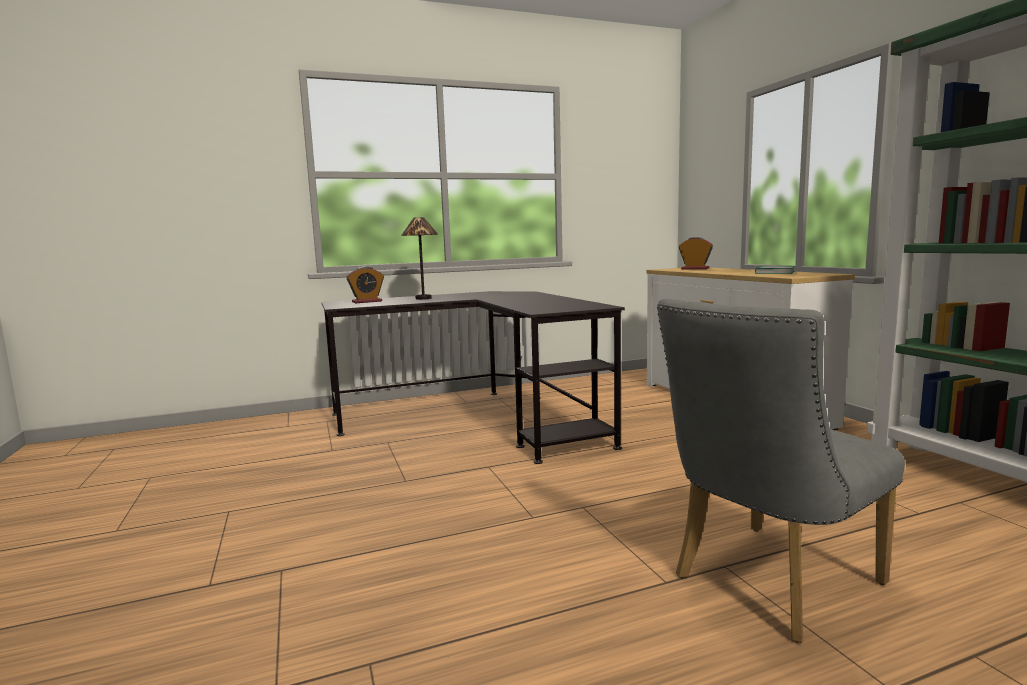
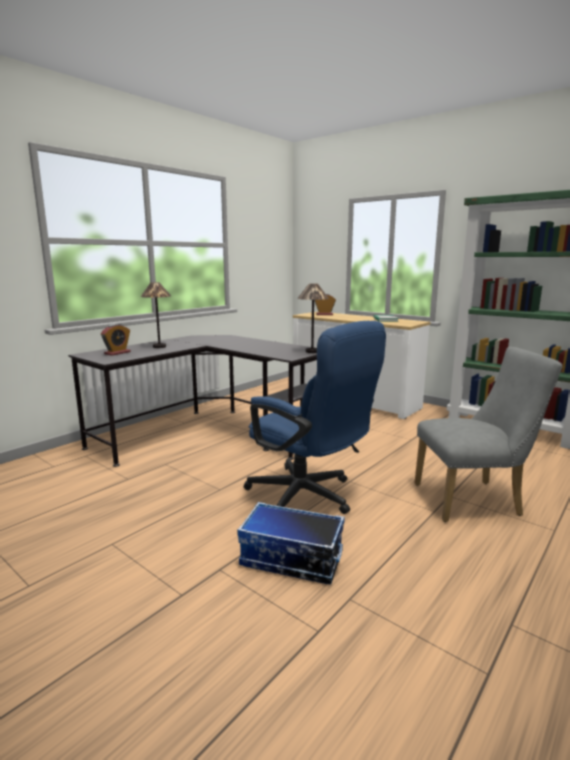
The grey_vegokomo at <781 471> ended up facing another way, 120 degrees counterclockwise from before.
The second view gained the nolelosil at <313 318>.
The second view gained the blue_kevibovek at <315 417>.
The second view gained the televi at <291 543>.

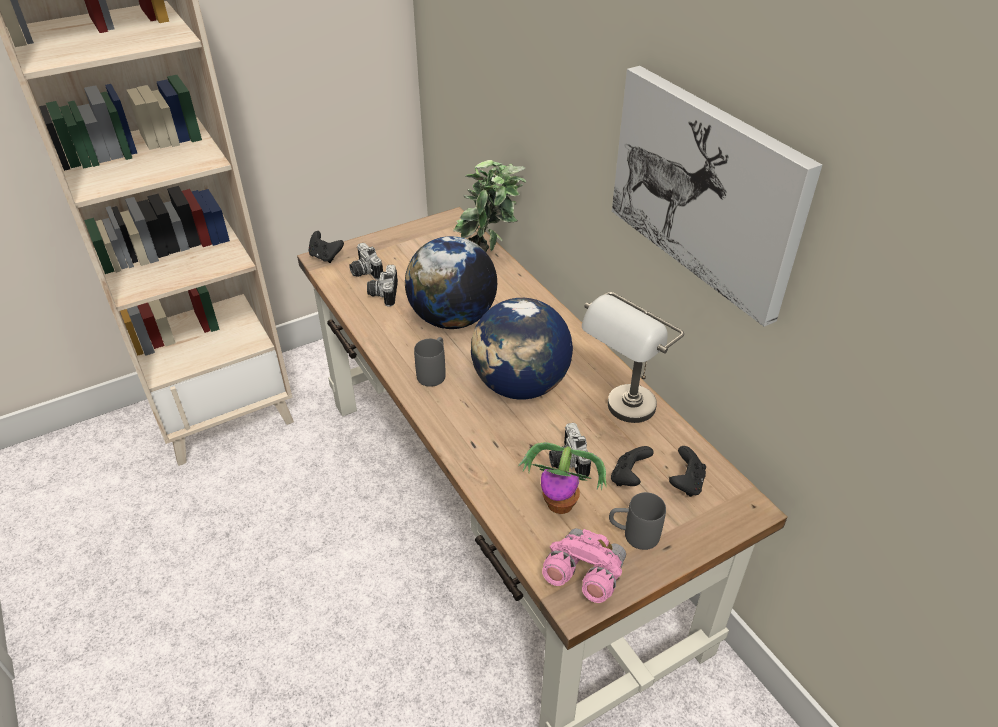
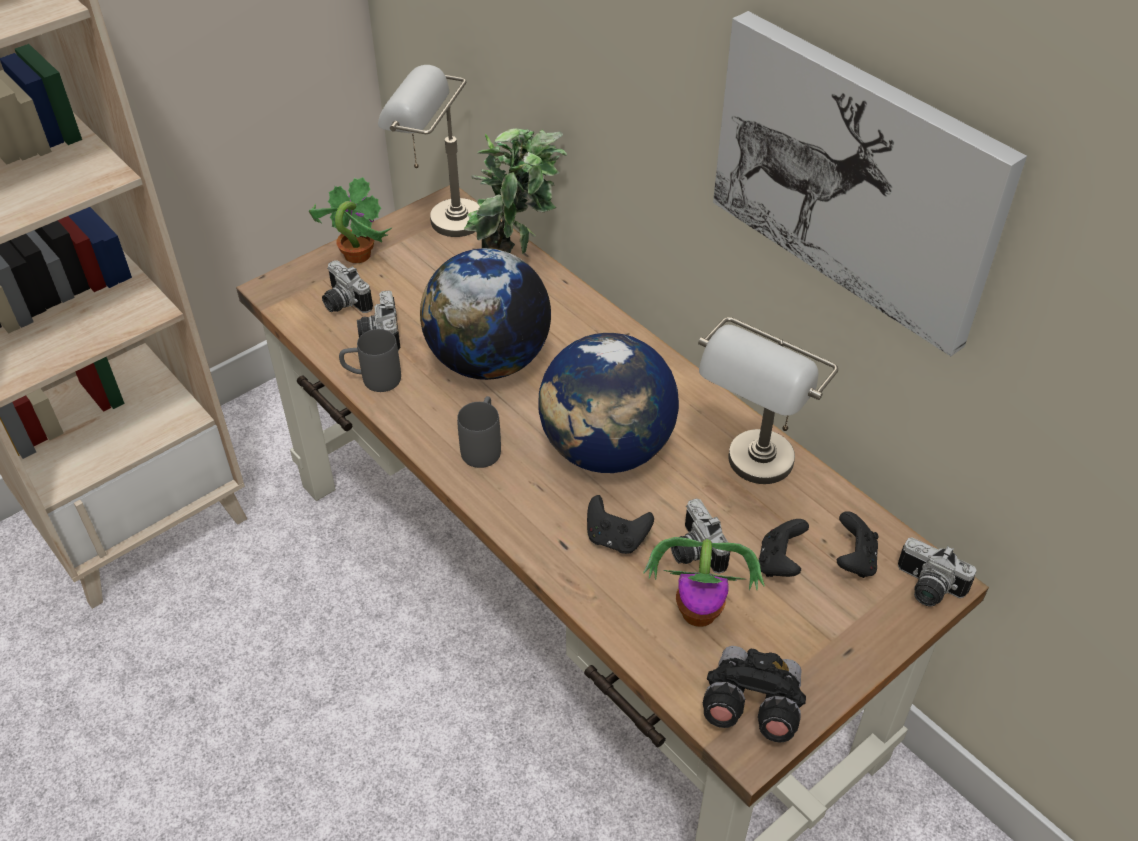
The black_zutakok ended up elsewhere, having gone from <326 247> to <620 524>.
The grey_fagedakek ended up elsewhere, having gone from <637 521> to <370 360>.
What was the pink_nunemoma at <584 565> turned into the black_nunemoma at <754 694>.
The second view gained the grey_nolelosil at <429 151>.
The second view gained the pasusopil at <351 220>.
The second view gained the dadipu at <937 571>.

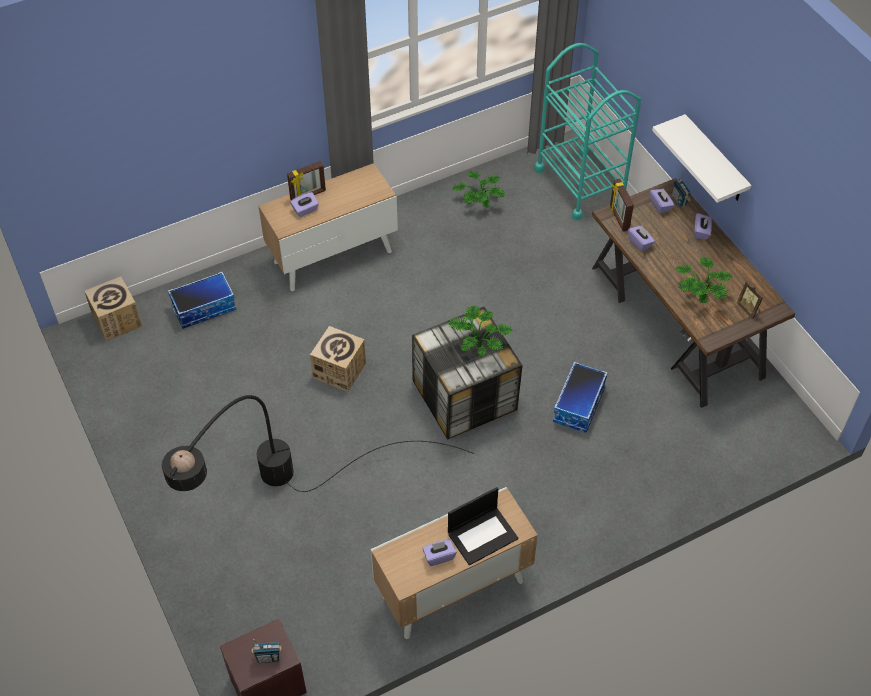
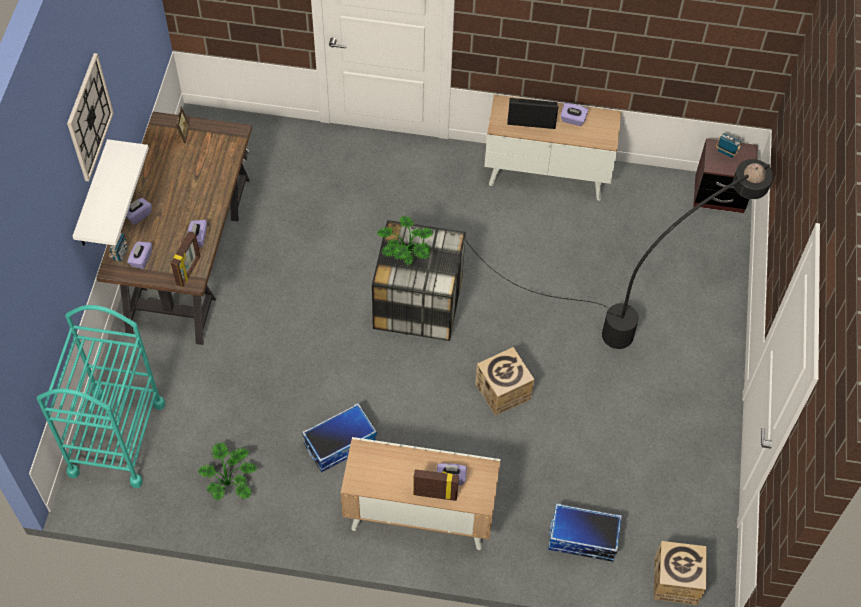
The second view lost the pasusopil at <704 280>.
The televi ended up elsewhere, having gone from <580 397> to <339 437>.
The second view gained the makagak at <90 117>.

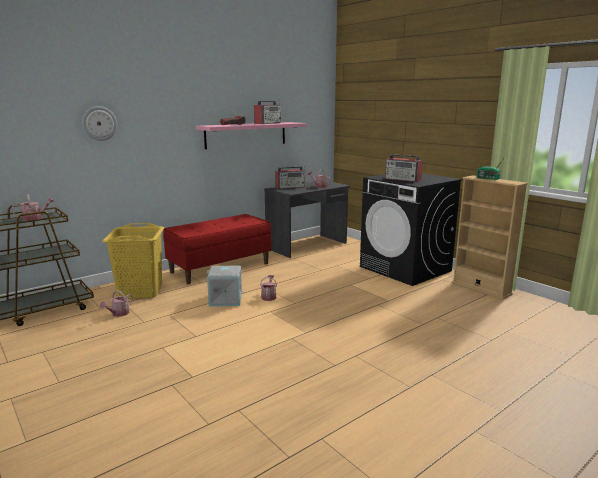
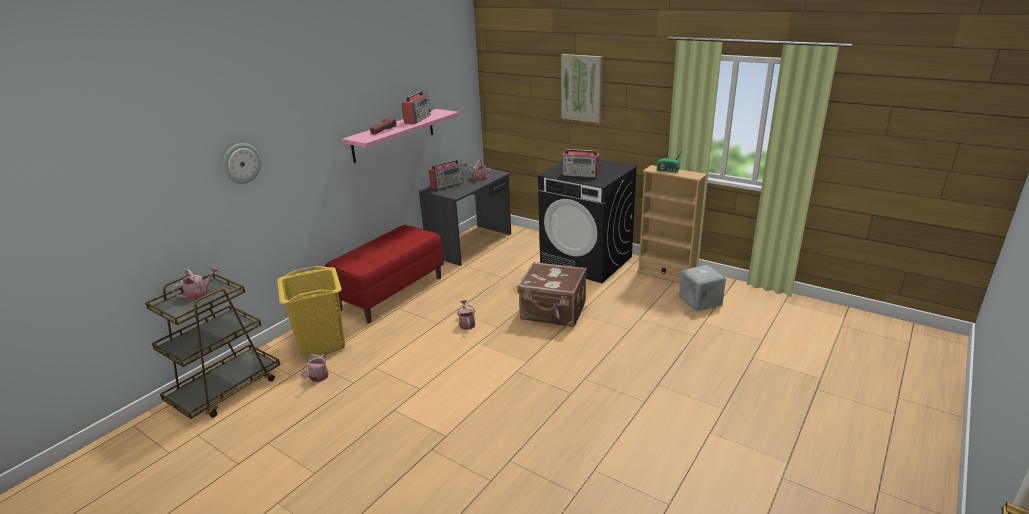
The grey_televi ended up elsewhere, having gone from <224 286> to <702 288>.
The second view gained the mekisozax at <582 88>.
The second view gained the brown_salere at <552 294>.

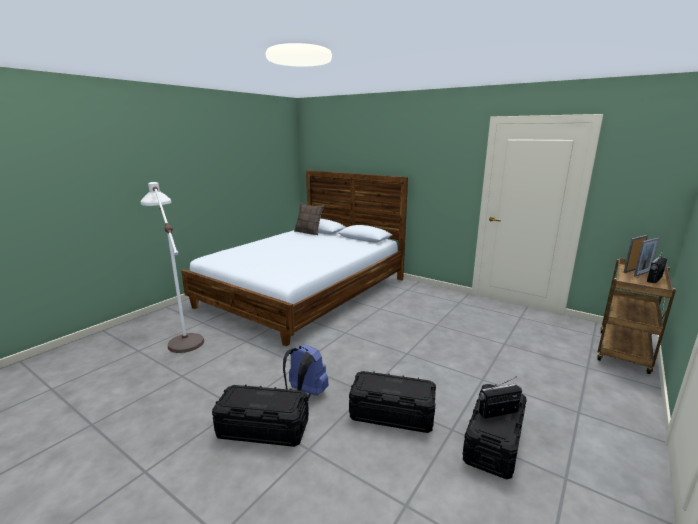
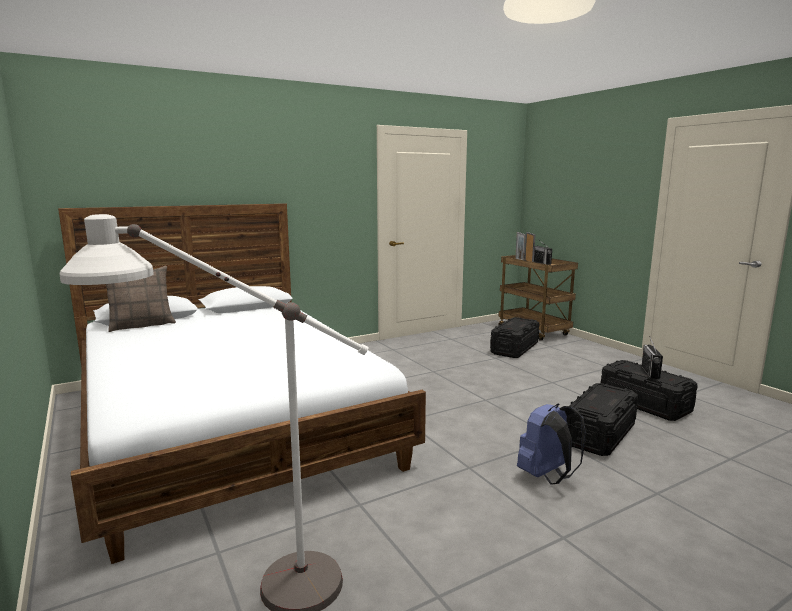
The black_televi ended up elsewhere, having gone from <260 415> to <514 337>.

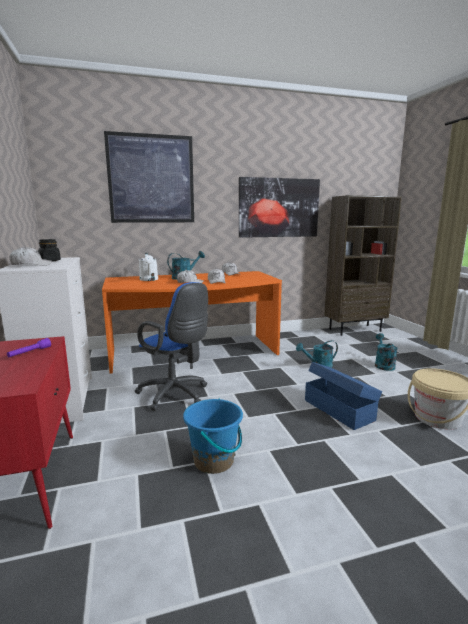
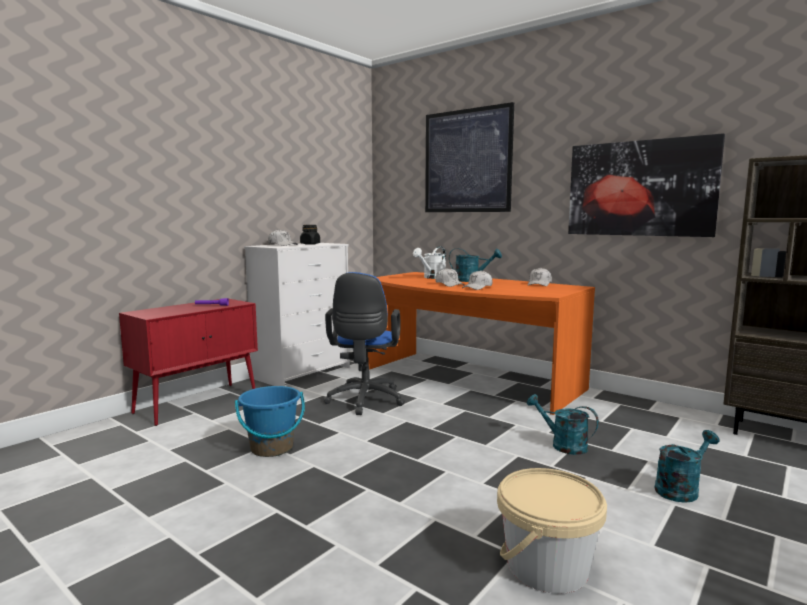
The second view lost the blue_televi at <343 396>.

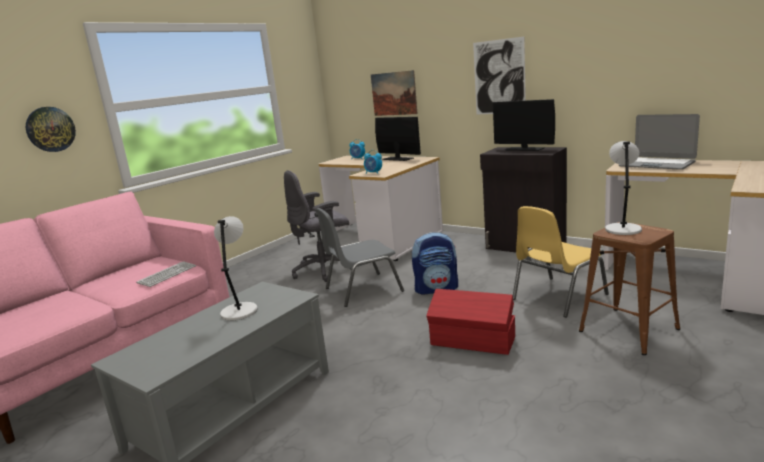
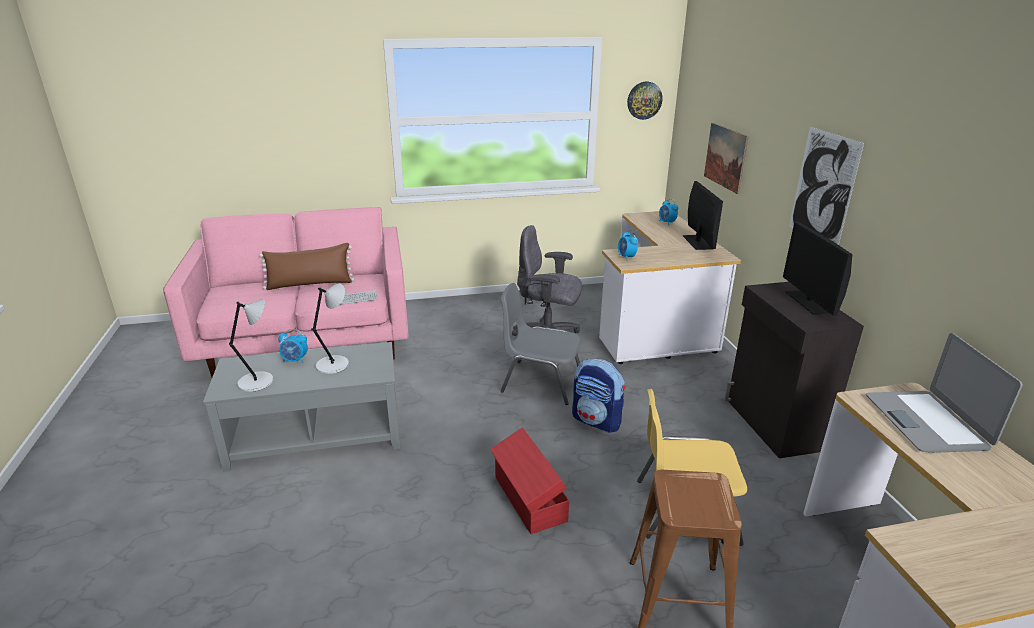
The makagak ended up elsewhere, having gone from <51 129> to <644 101>.
The grey_nolelosil ended up elsewhere, having gone from <623 188> to <251 345>.
The second view gained the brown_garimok at <307 266>.
The second view gained the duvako at <293 346>.

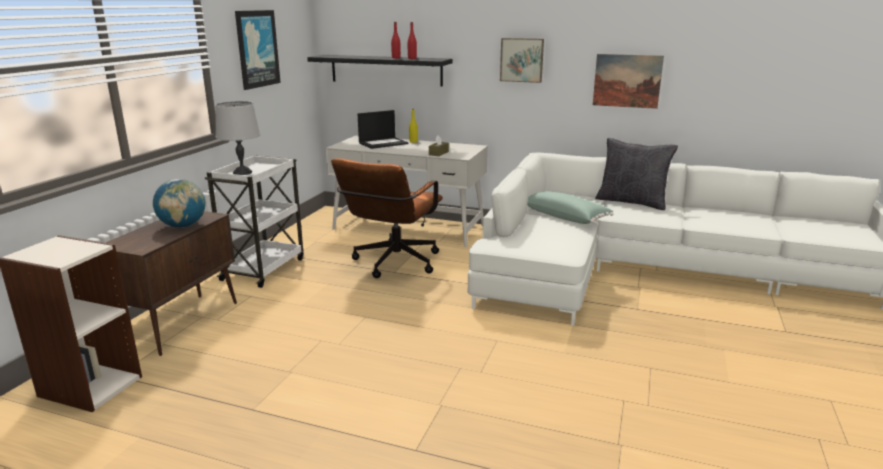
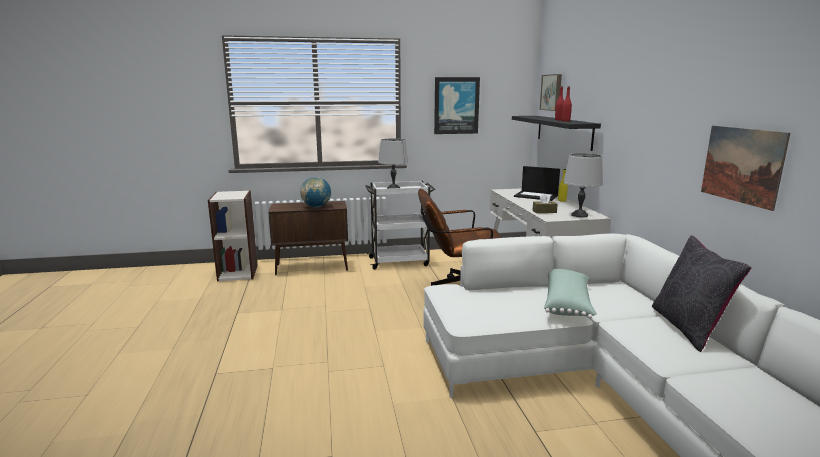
The mekisozax ended up elsewhere, having gone from <522 60> to <551 92>.
The second view gained the grey_nolelosil at <583 185>.

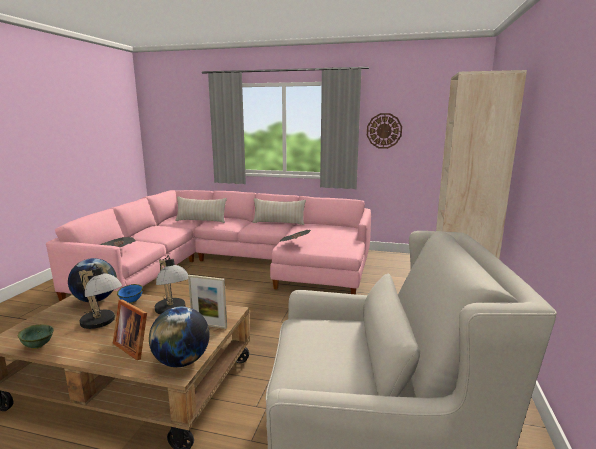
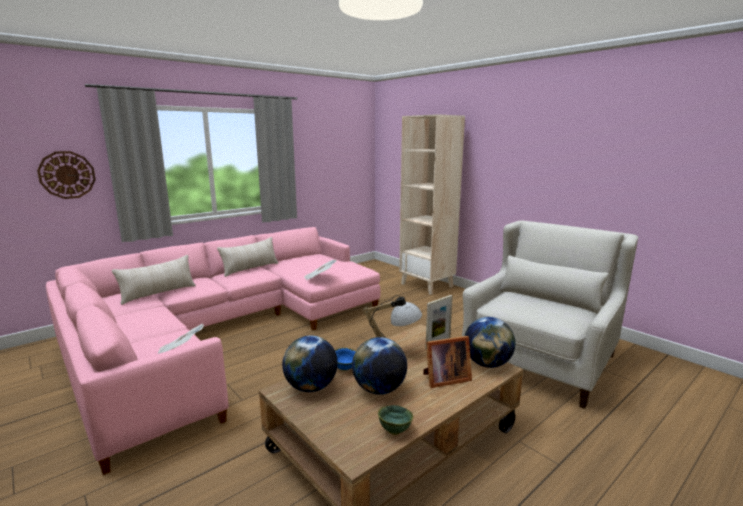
The makagak ended up elsewhere, having gone from <384 131> to <66 175>.
Where the nolelosil stood at <100 296>, the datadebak came to stand at <379 366>.

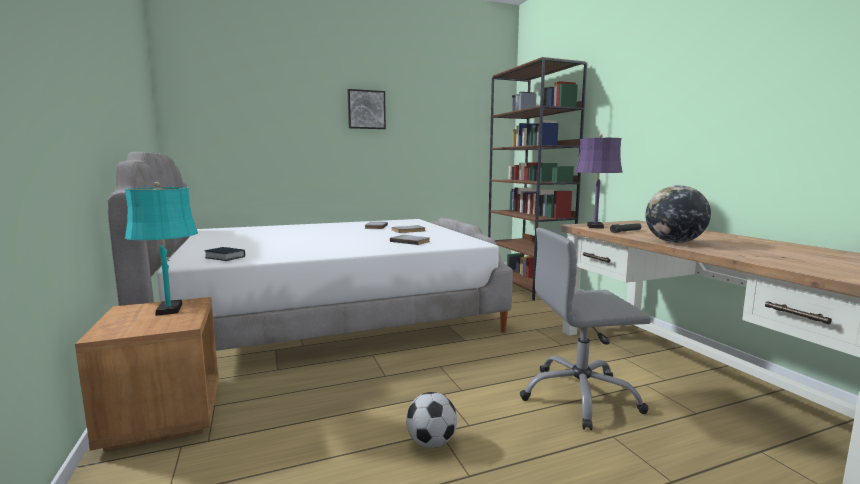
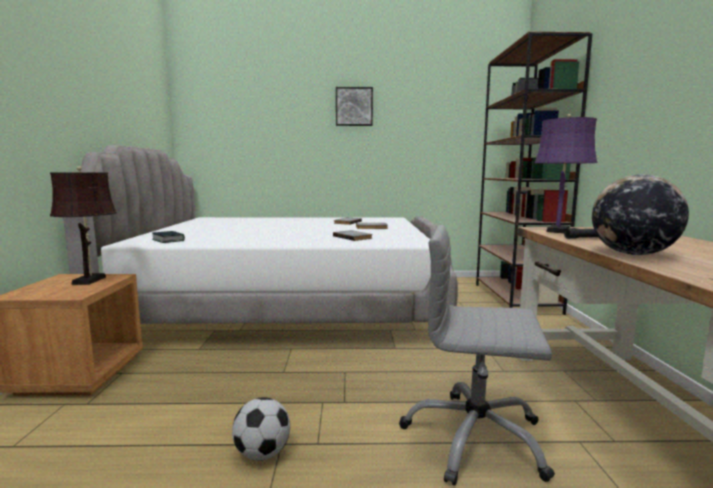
What was the turquoise_nolelosil at <161 249> turned into the brown_nolelosil at <83 225>.

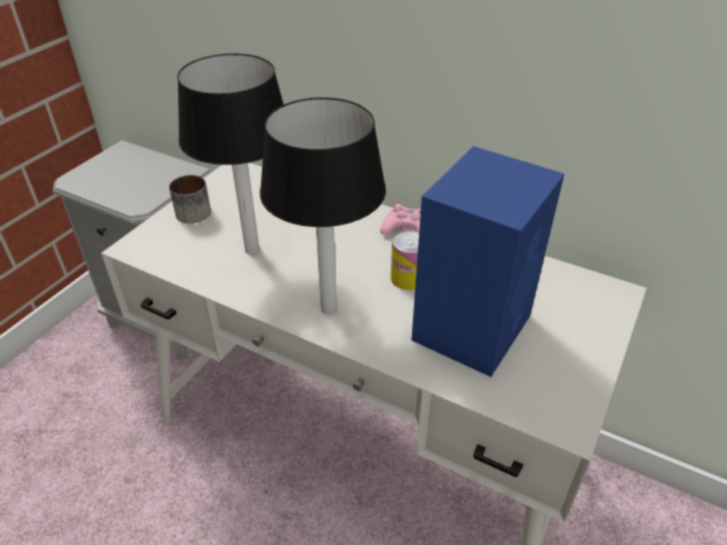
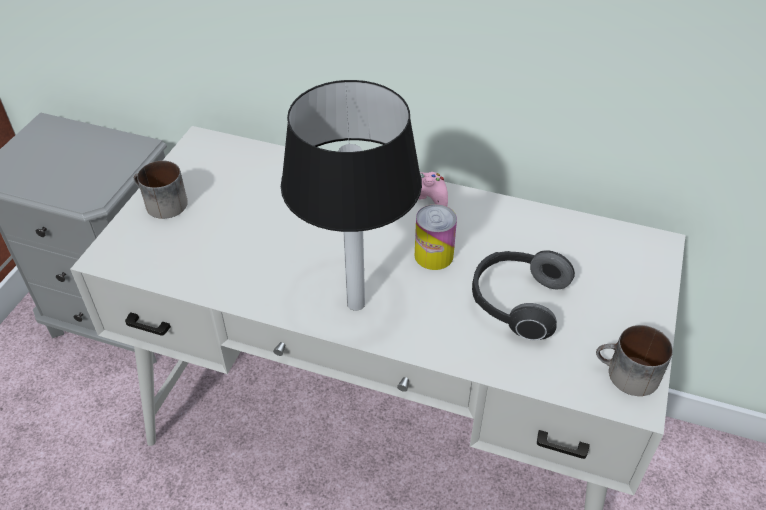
The second view lost the nolelosil at <230 154>.
Where the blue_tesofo stood at <488 261>, the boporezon came to stand at <523 295>.
The second view gained the fagedakek at <634 360>.

